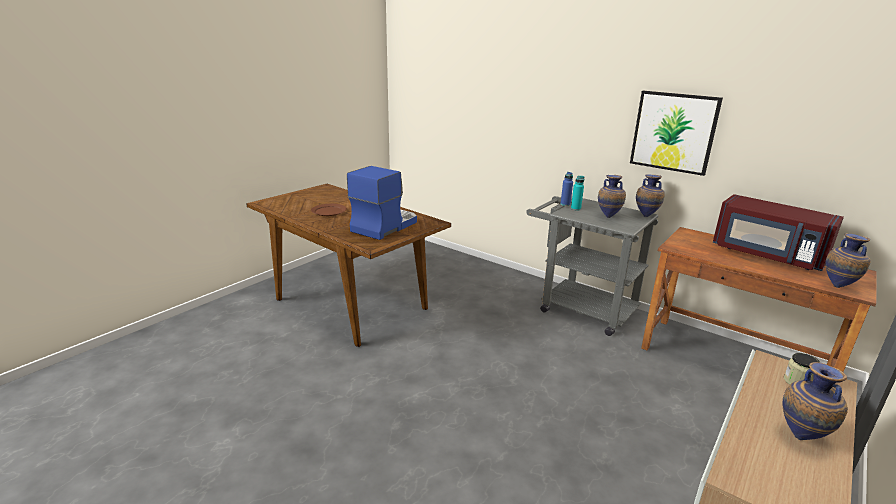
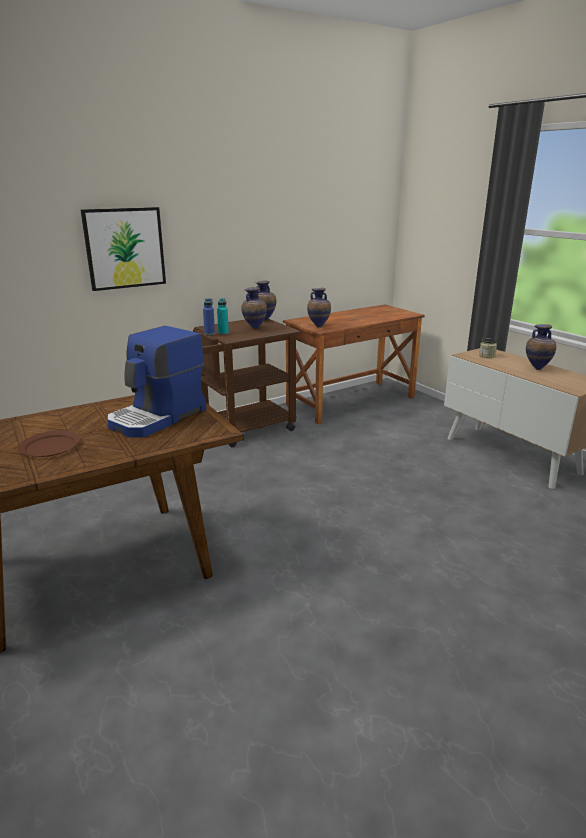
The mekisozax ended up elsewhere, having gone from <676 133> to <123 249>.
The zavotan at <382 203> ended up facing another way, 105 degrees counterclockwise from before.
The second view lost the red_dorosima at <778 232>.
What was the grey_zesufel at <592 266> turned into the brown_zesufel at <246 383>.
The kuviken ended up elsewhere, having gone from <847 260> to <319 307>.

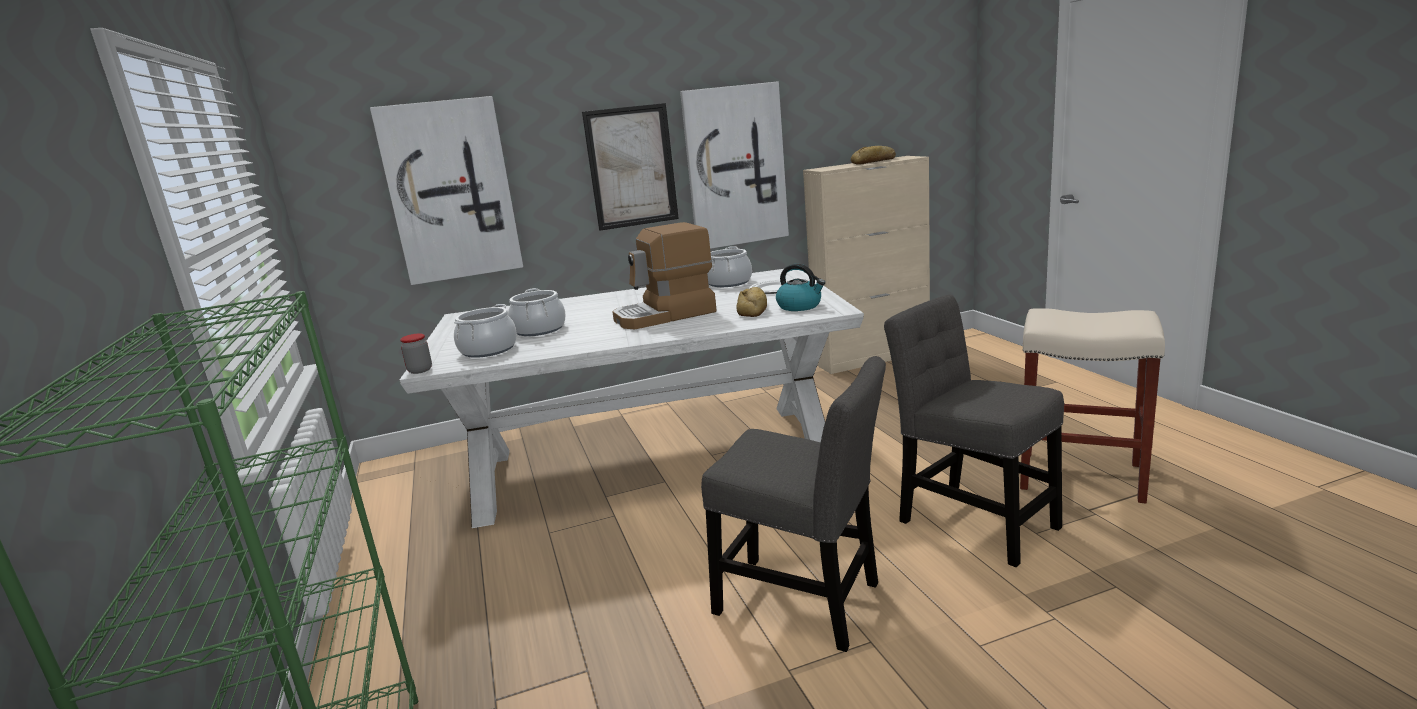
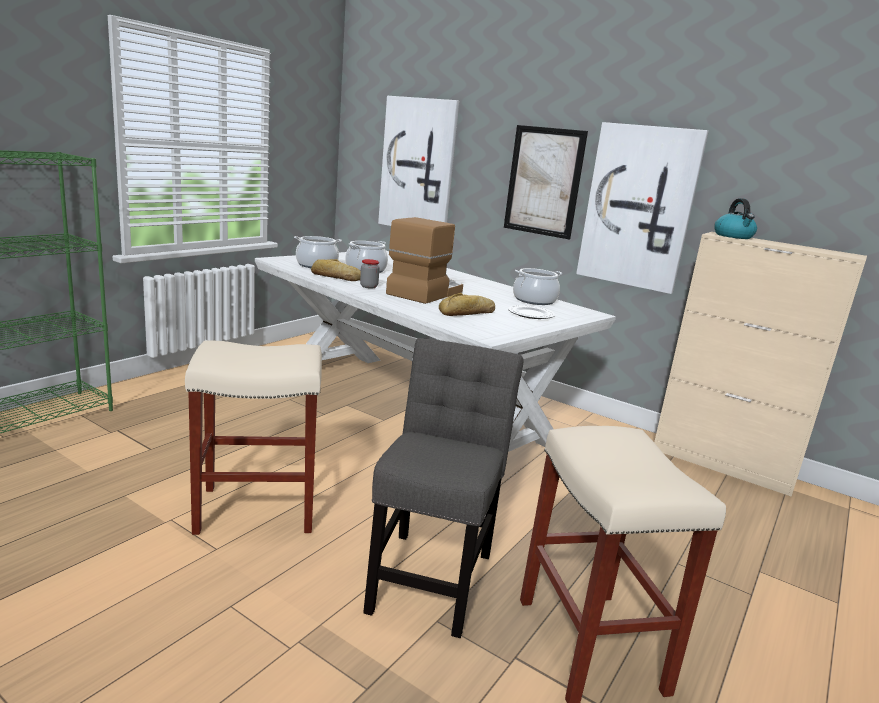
The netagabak ended up elsewhere, having gone from <873 155> to <336 270>.
The zavotan at <664 275> ended up facing another way, 90 degrees clockwise from before.
The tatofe ended up elsewhere, having gone from <800 287> to <735 218>.
The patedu ended up elsewhere, having gone from <416 353> to <370 274>.
Where the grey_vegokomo stood at <793 504>, the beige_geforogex came to stand at <253 437>.

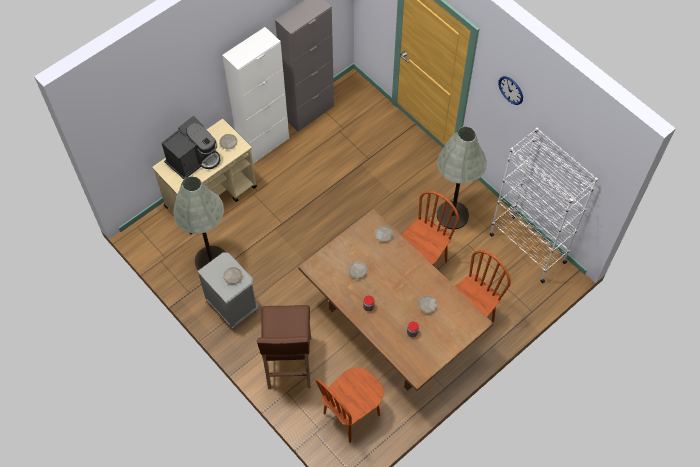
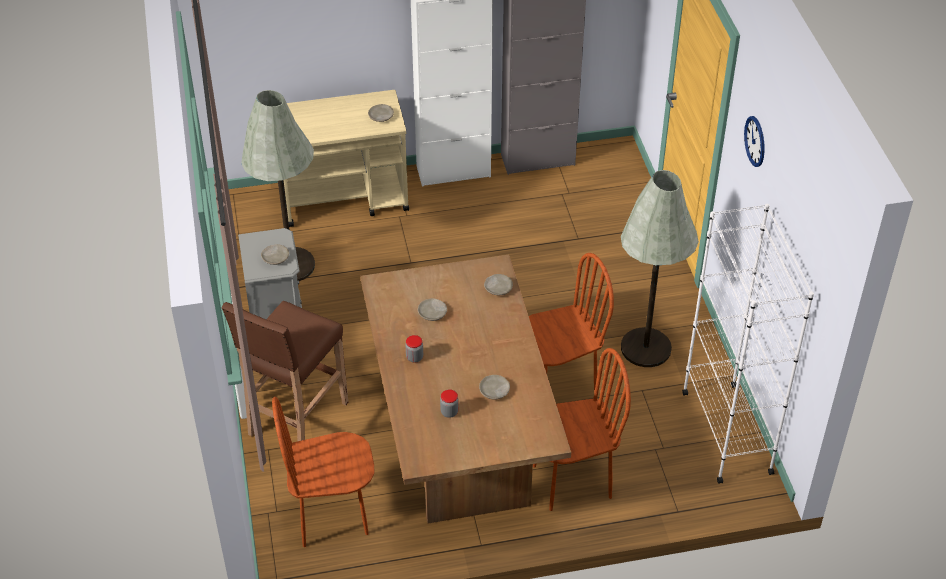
The second view lost the zavotan at <191 147>.

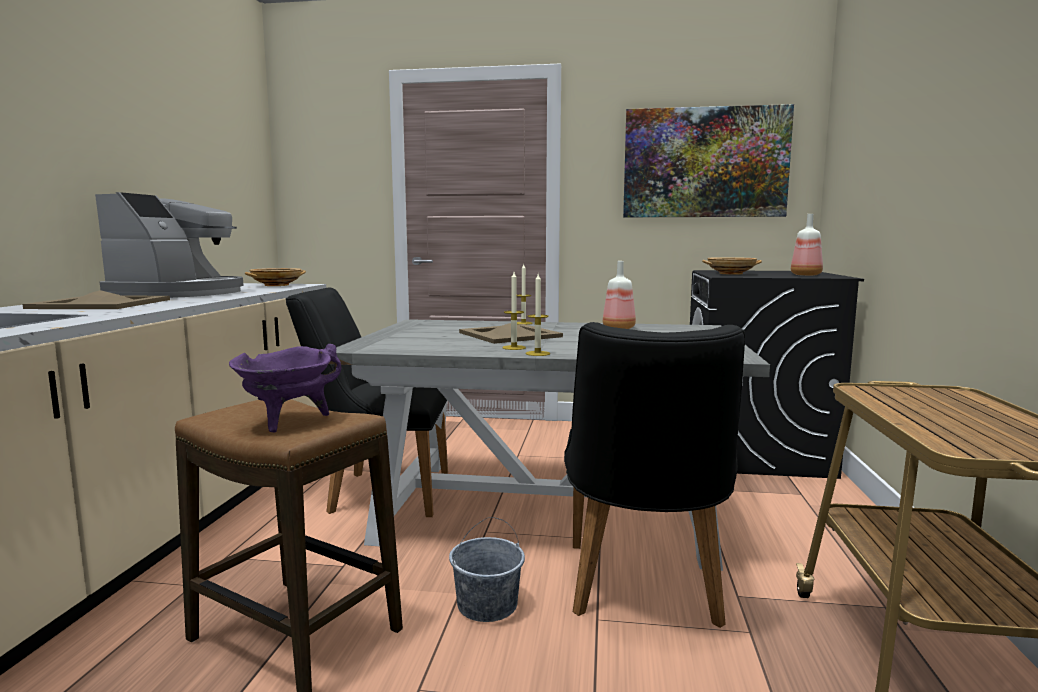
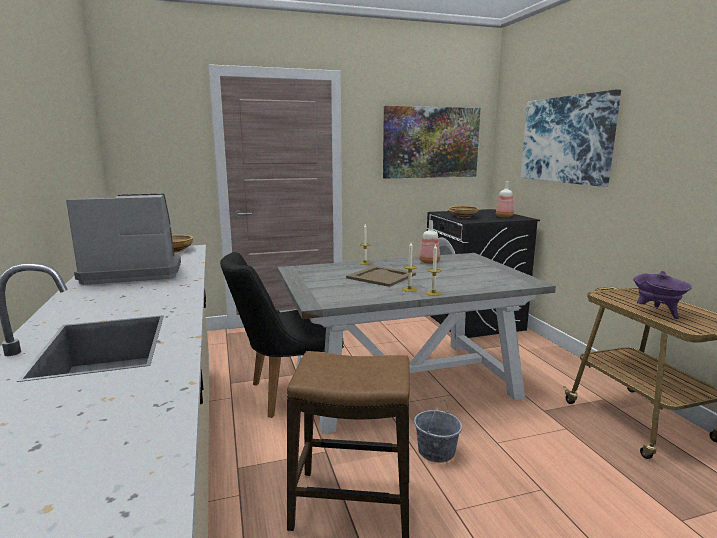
The zavotan at <169 245> ended up facing another way, 90 degrees counterclockwise from before.
The second view lost the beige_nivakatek at <96 299>.
The second view lost the black_vegokomo at <654 475>.
The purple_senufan ended up elsewhere, having gone from <285 388> to <662 295>.
The second view gained the mekisozax at <571 138>.

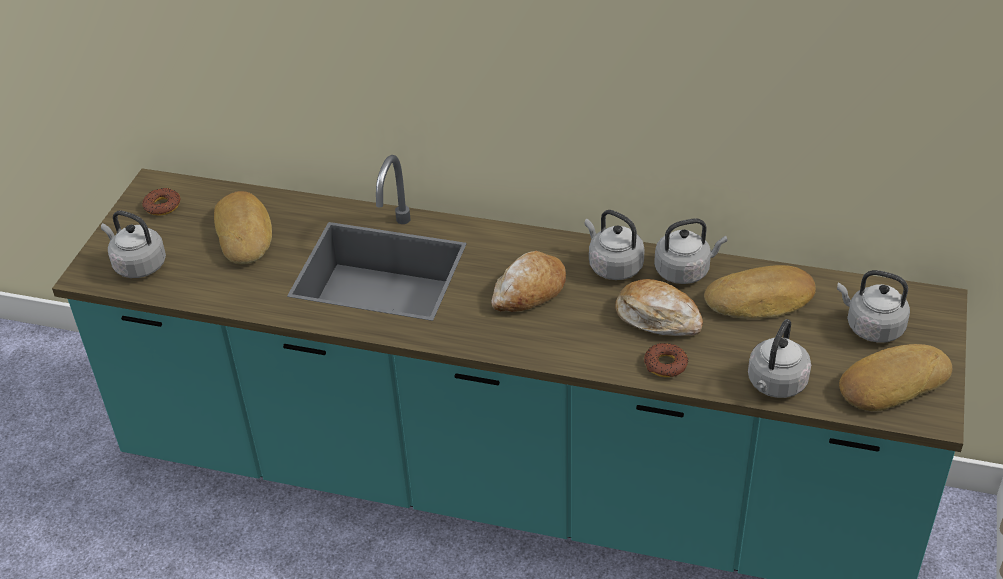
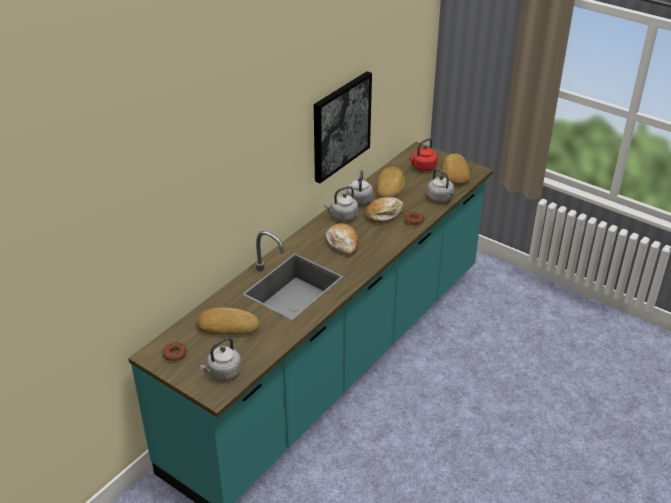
What was the grey_tatofe at <873 306> turned into the red_tatofe at <423 154>.
The second view gained the mekisozax at <343 127>.

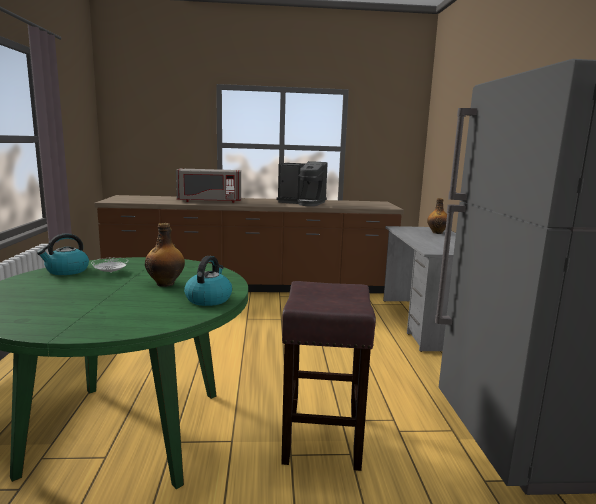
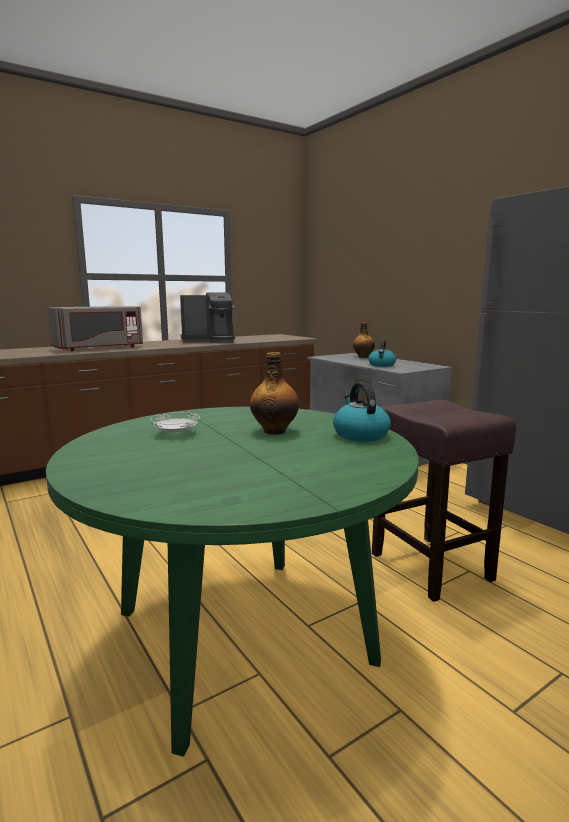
The tatofe ended up elsewhere, having gone from <63 254> to <382 353>.

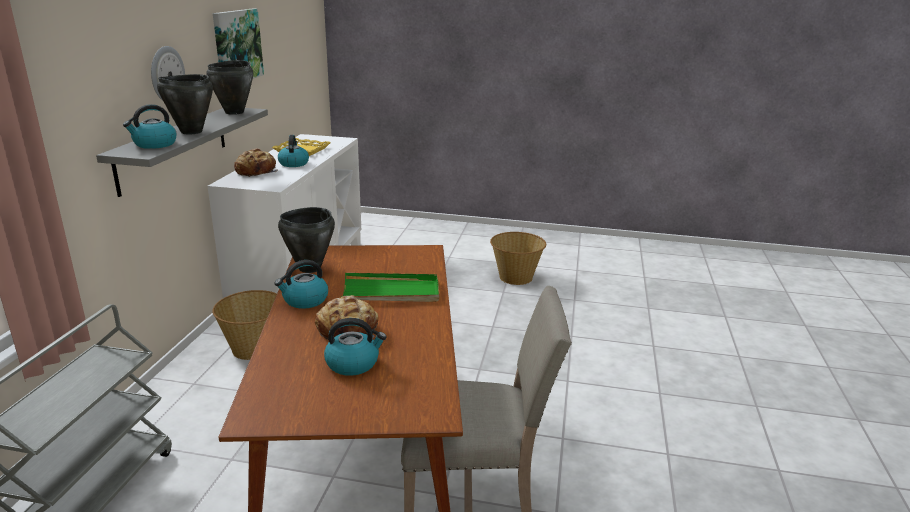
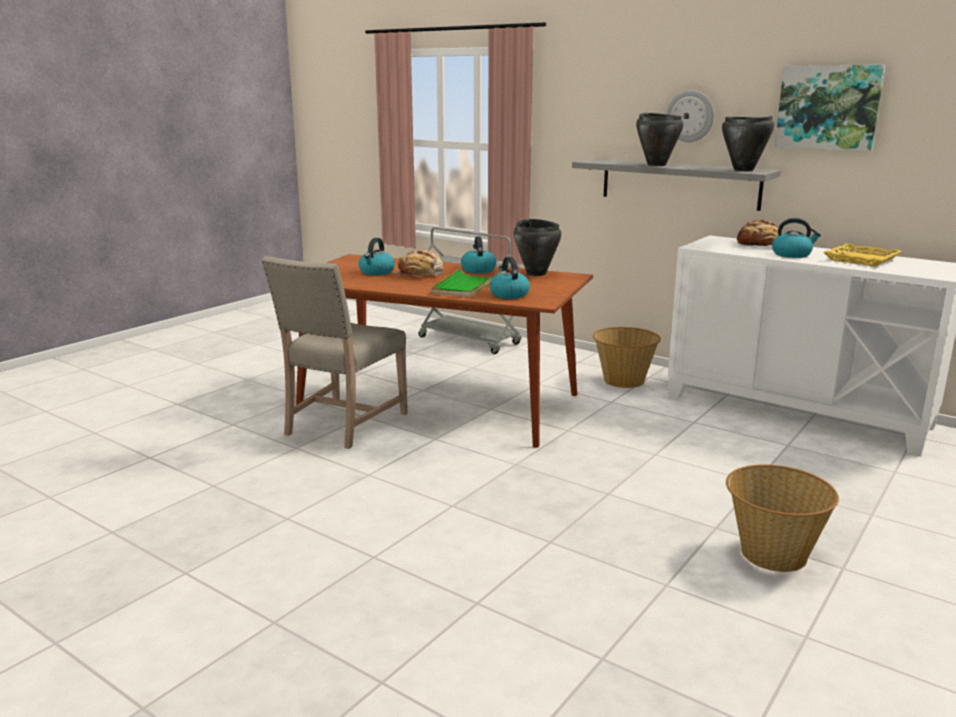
The tatofe ended up elsewhere, having gone from <150 126> to <510 278>.

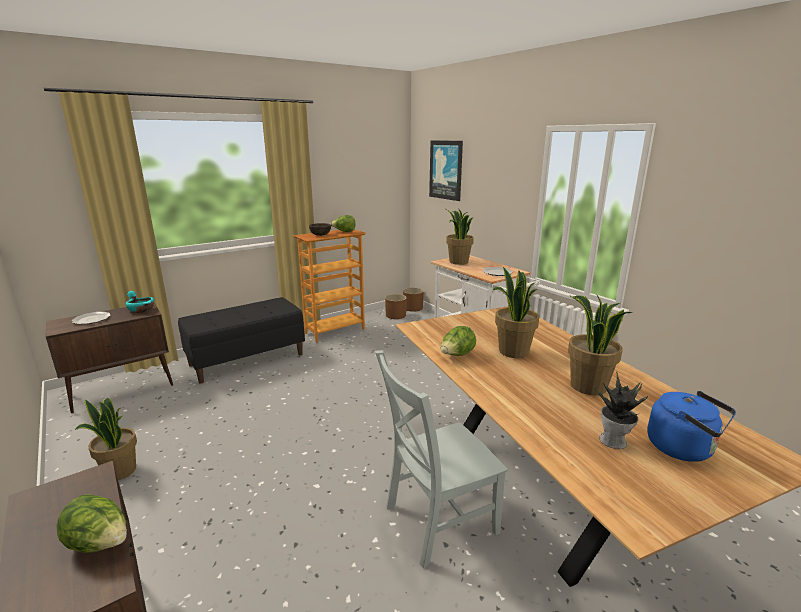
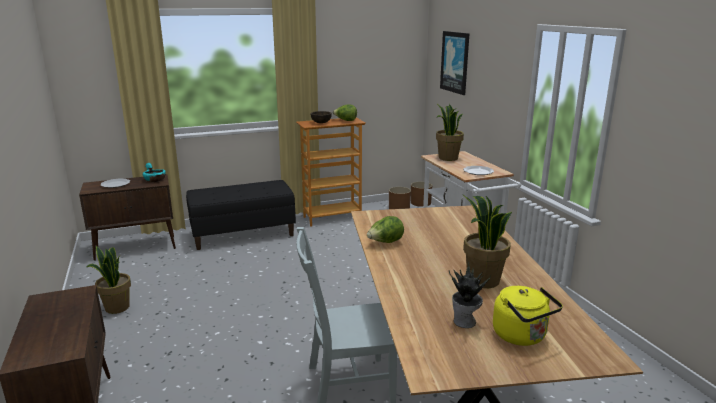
The second view lost the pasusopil at <516 312>.
What was the blue_tatofe at <691 426> turned into the yellow_tatofe at <528 316>.
The second view lost the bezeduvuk at <91 523>.

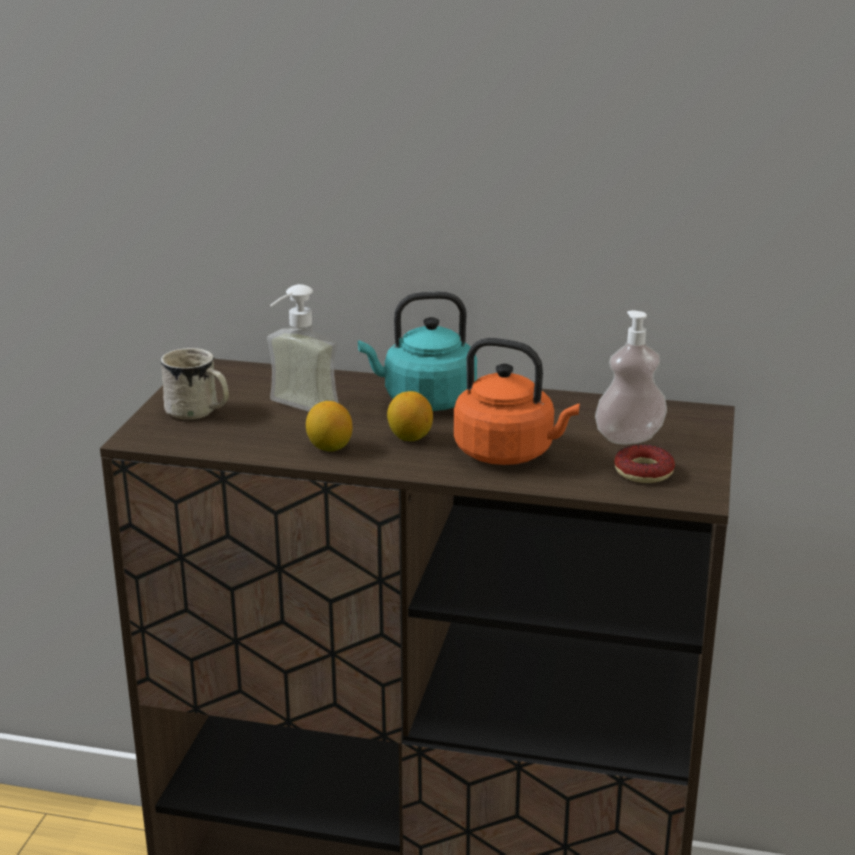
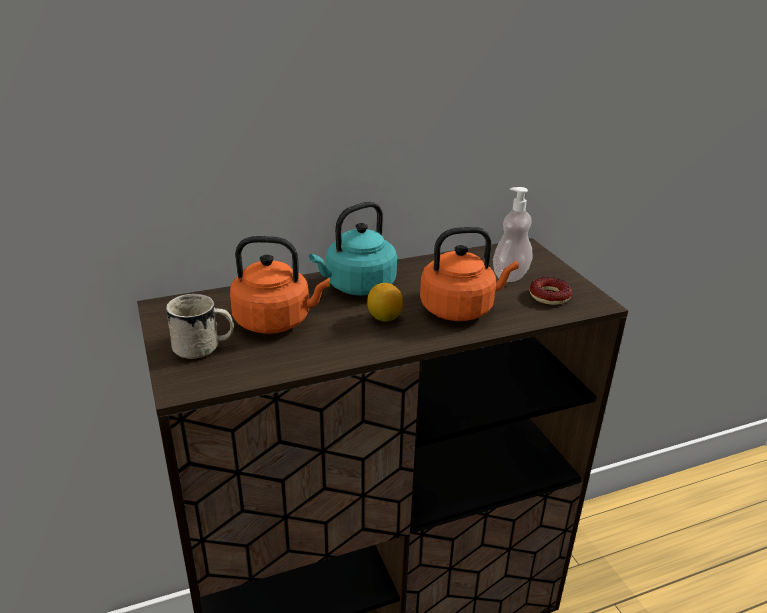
Where the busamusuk stood at <302 348>, the orange_tatofe came to stand at <280 285>.
The second view lost the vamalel at <329 426>.

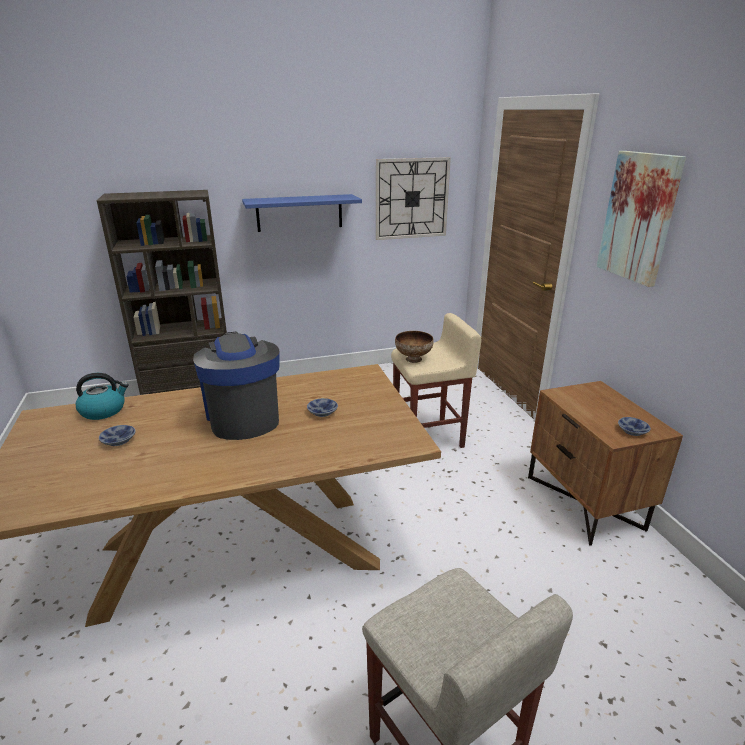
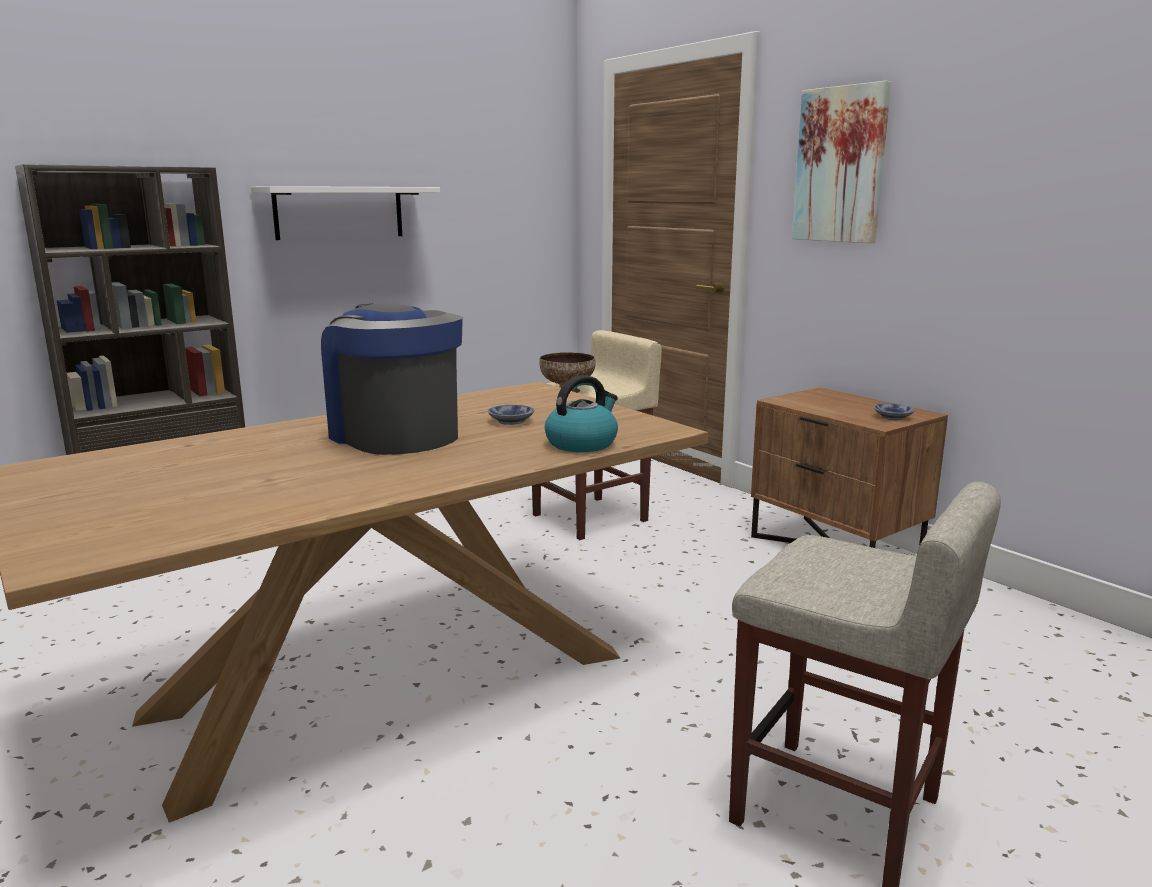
The second view lost the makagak at <413 198>.
What was the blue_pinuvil at <302 213> turned into the white_pinuvil at <345 213>.
The tatofe ended up elsewhere, having gone from <102 396> to <581 413>.
The second view lost the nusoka at <117 435>.

